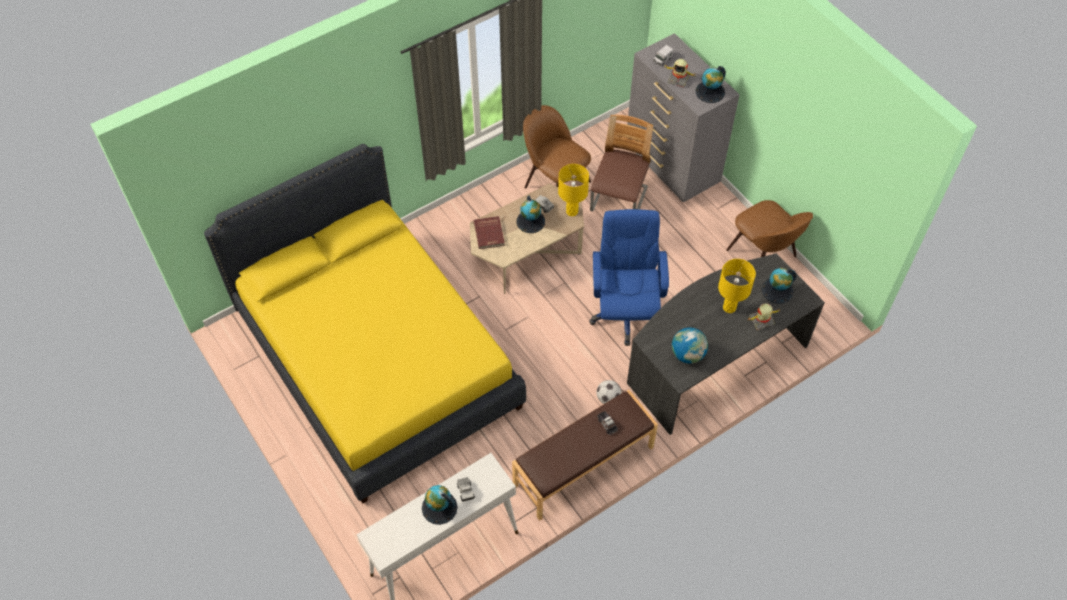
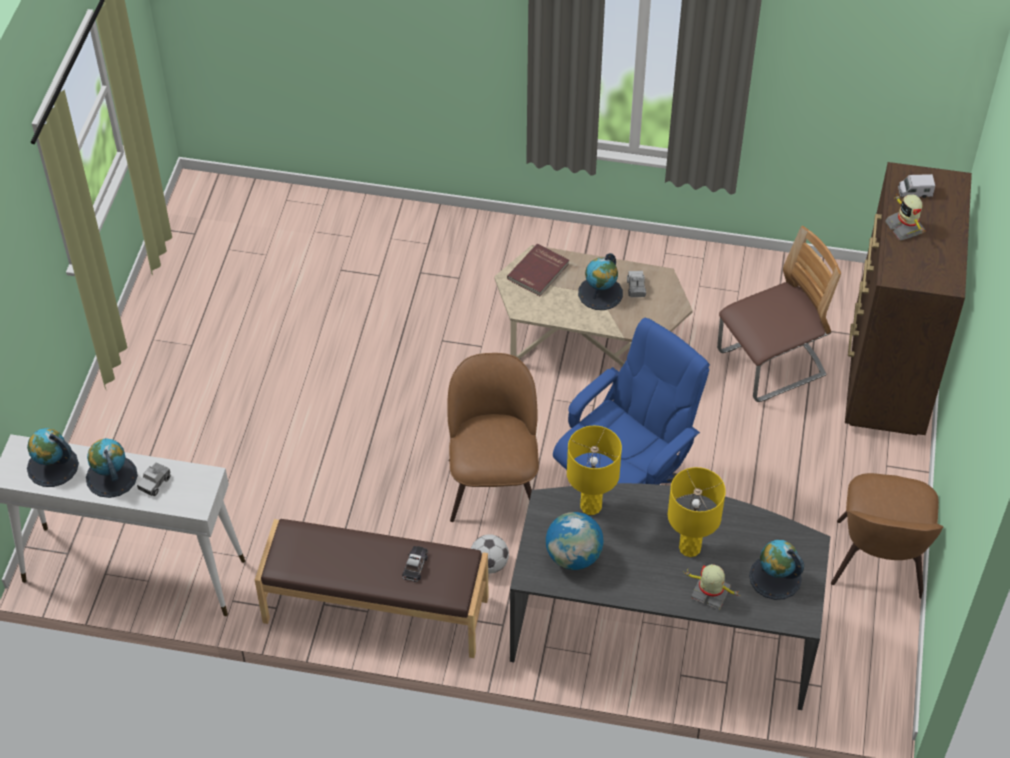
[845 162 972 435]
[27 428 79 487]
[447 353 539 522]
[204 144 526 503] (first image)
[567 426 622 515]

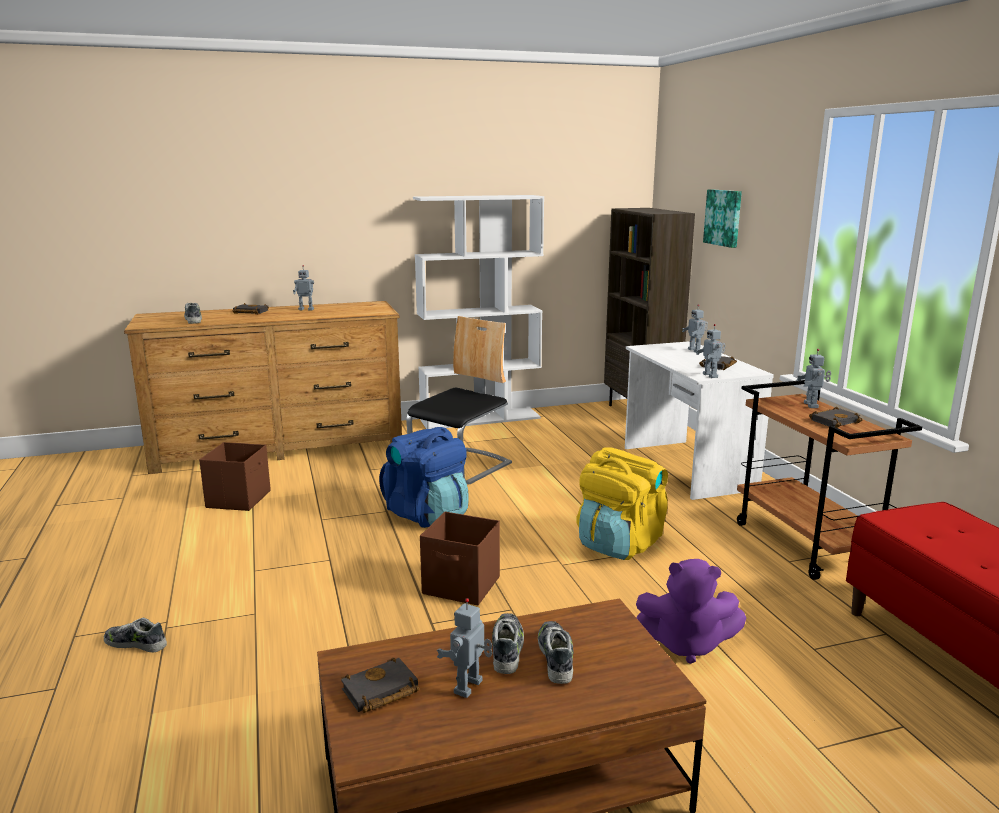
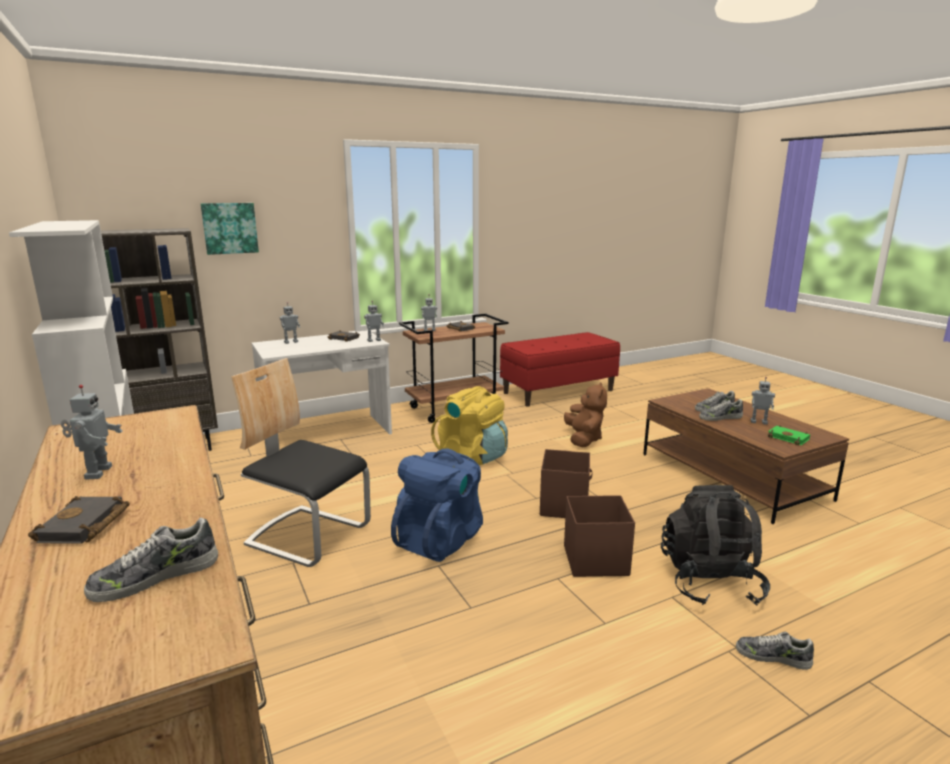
[564 495 635 577]
[564 382 607 447]
[736 632 814 670]
[768 425 810 446]
[661 485 770 606]

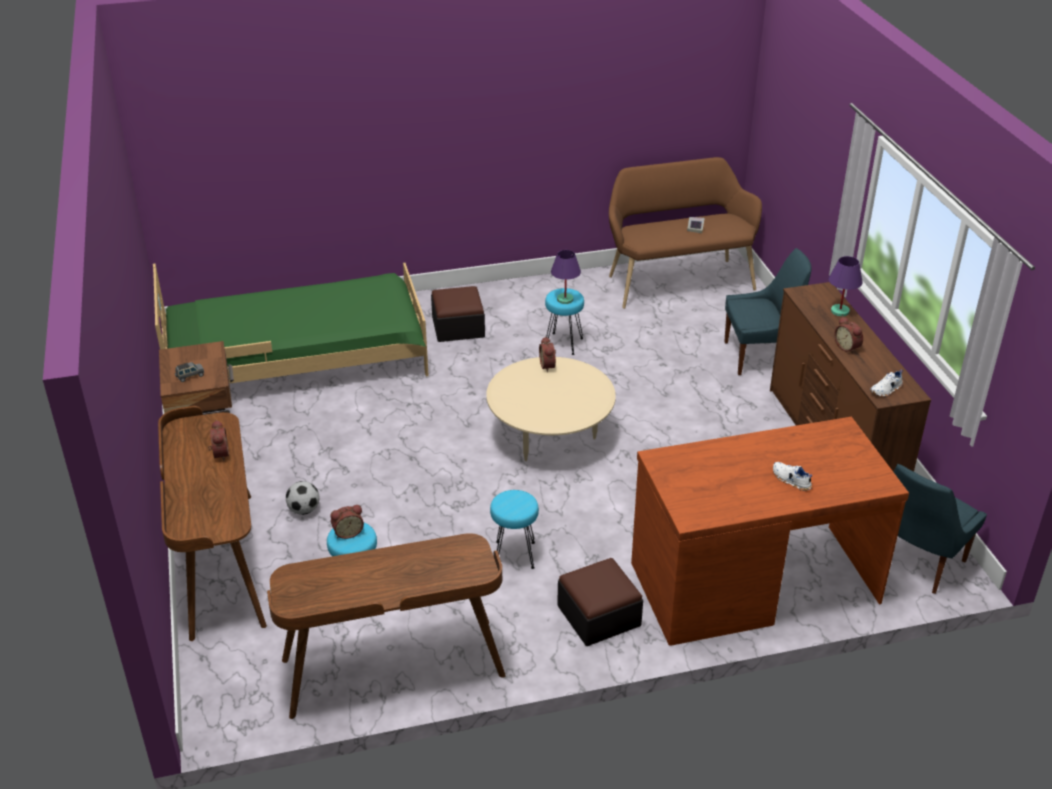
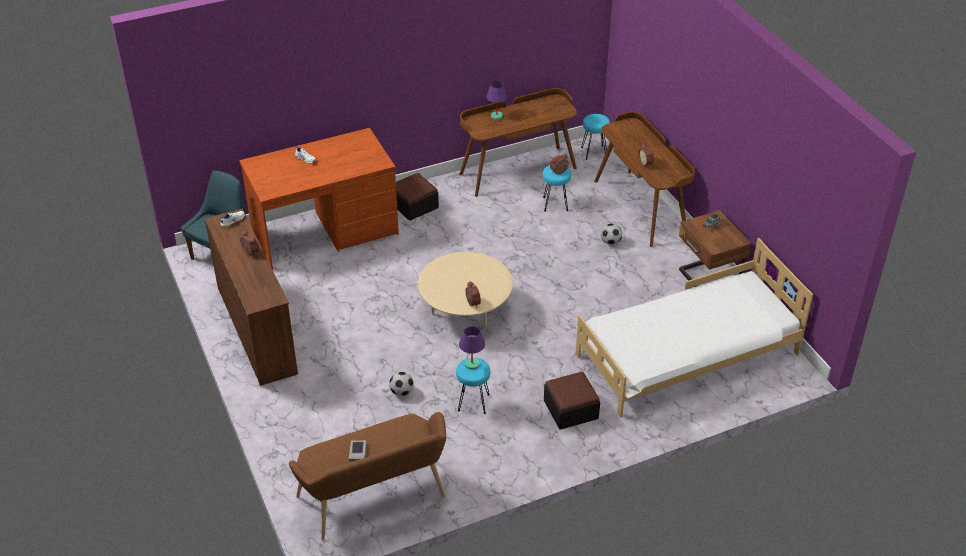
[724 248 811 375] (first image)
[486 81 508 120]
[576 238 813 418]
[581 114 610 160]
[389 372 414 396]

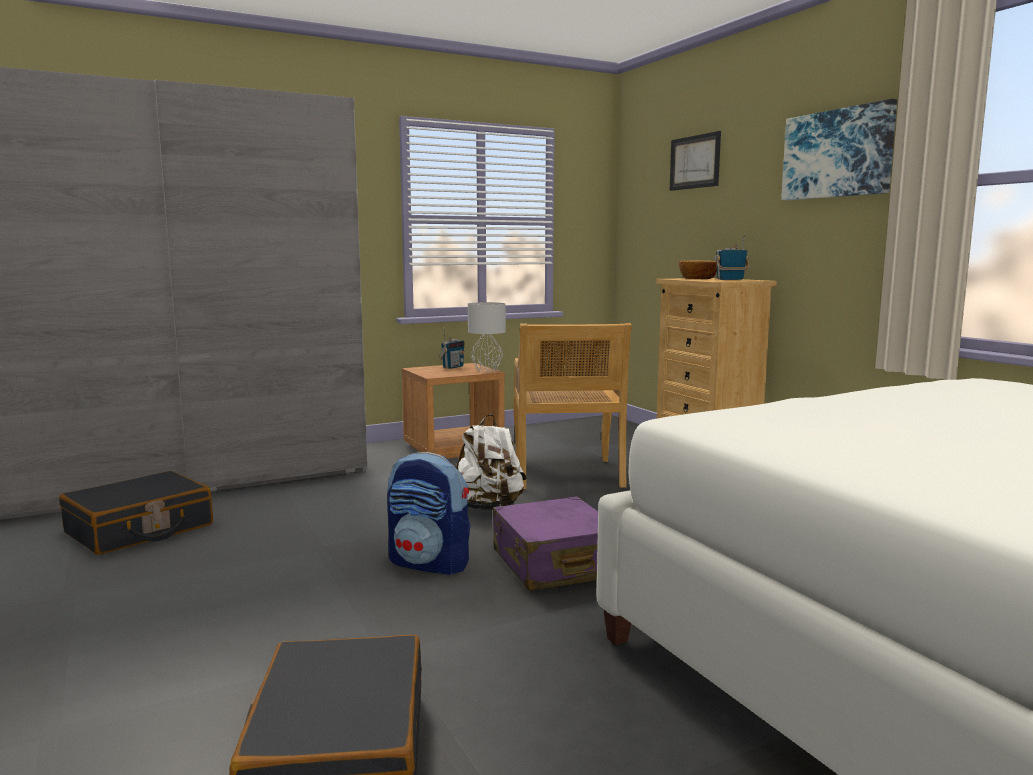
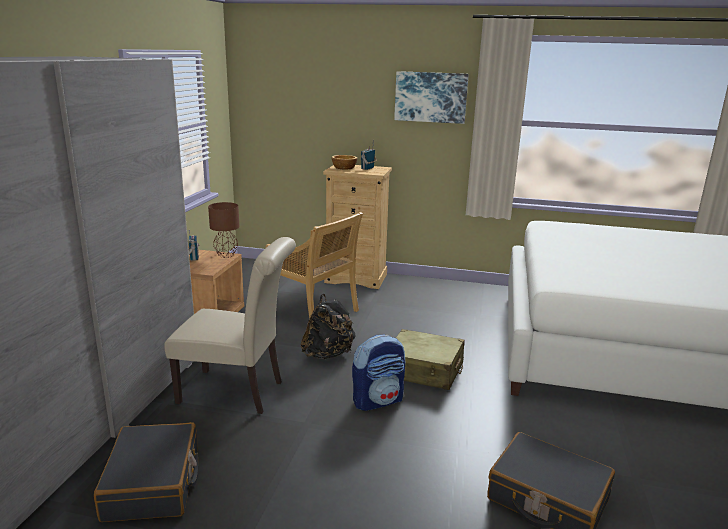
[670 131 721 191] (first image)
[208 202 240 258]
[301 294 356 359]
[396 329 465 390]
[164 237 296 414]

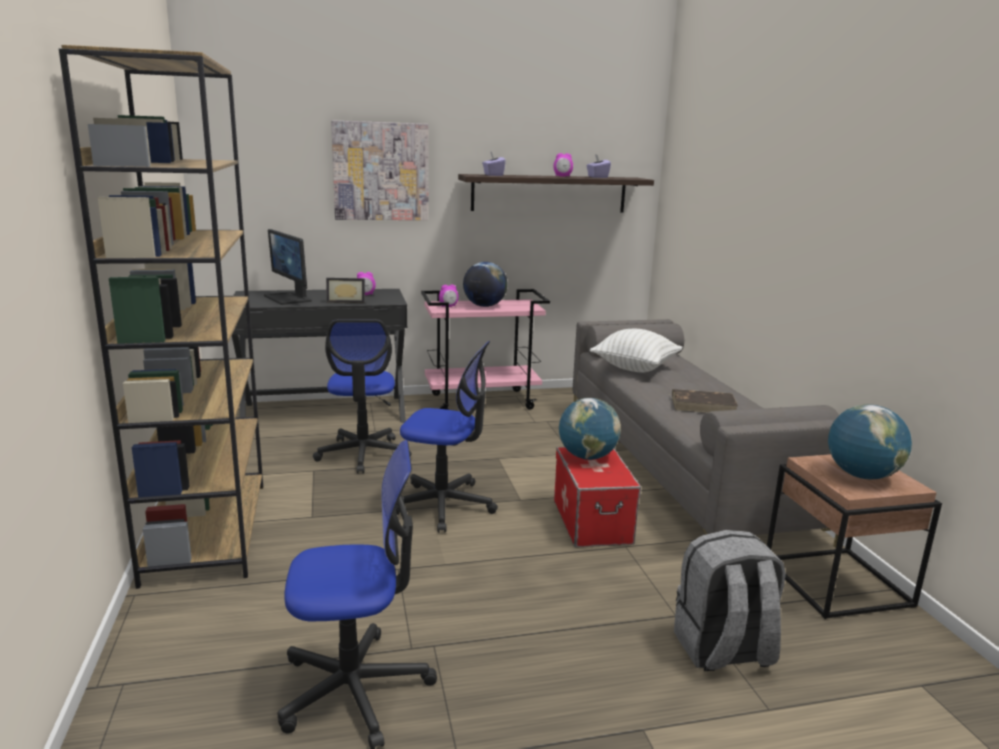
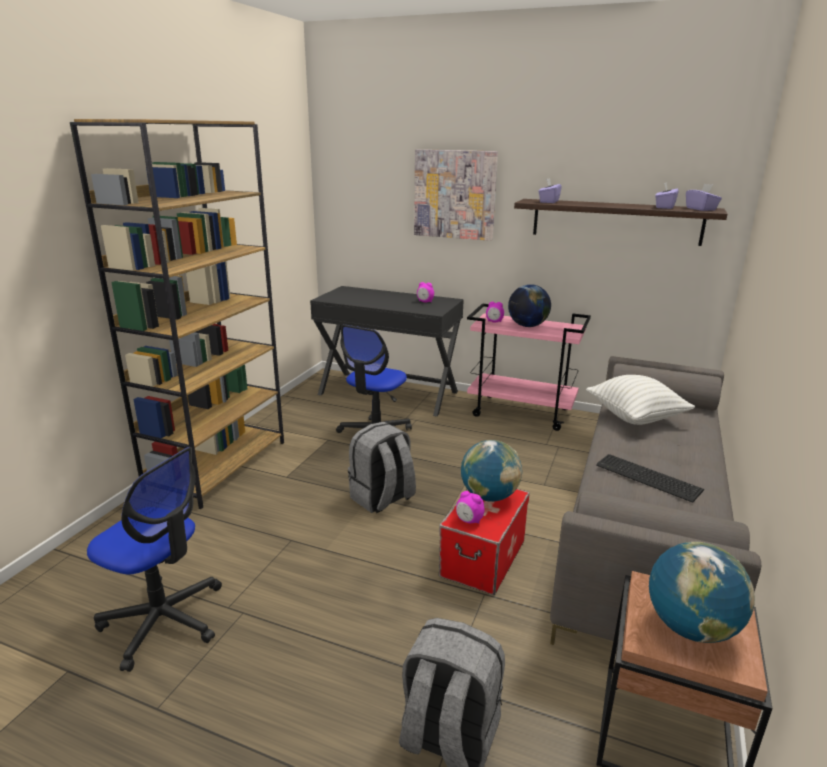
[456 491 485 524]
[264 229 312 305] (first image)
[326 278 365 303] (first image)
[348 422 416 513]
[596 454 704 503]
[686 184 722 211]

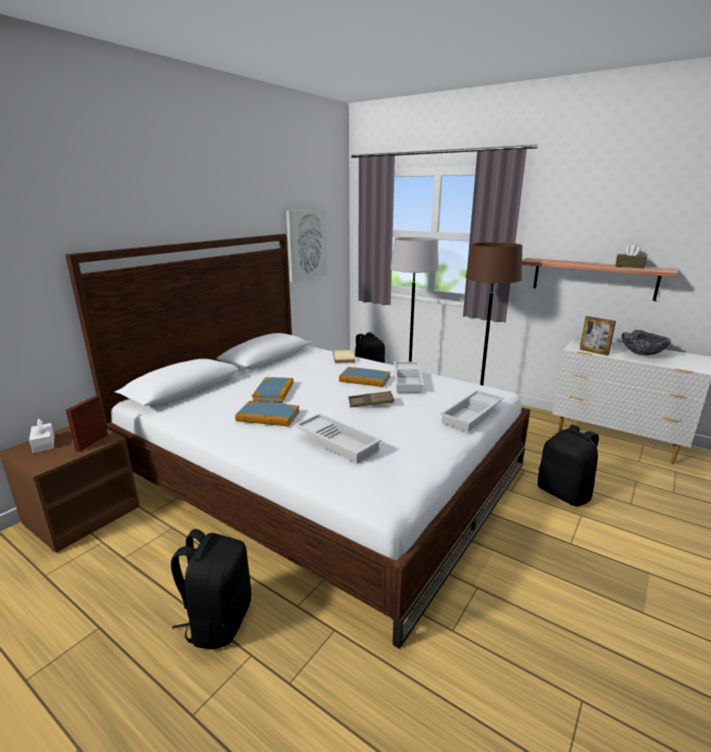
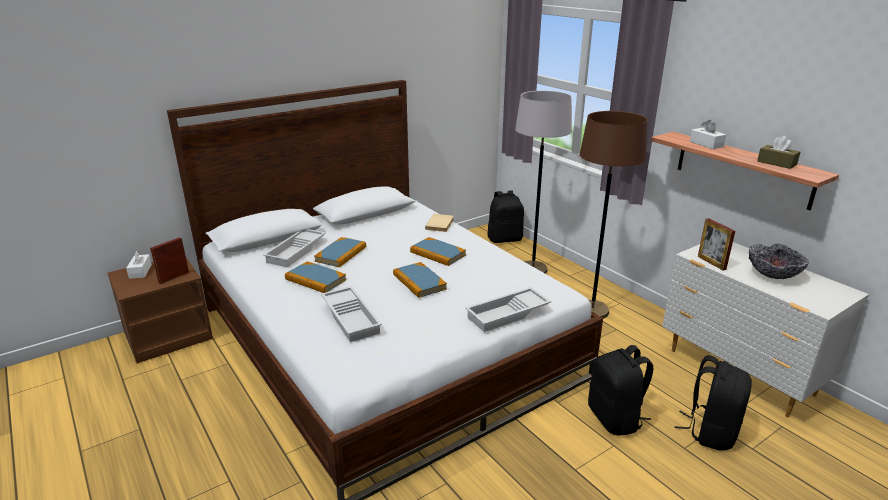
[286 209 328 282] (first image)
[263 229 326 267]
[393 262 447 298]
[675 355 752 451]
[690 120 726 149]

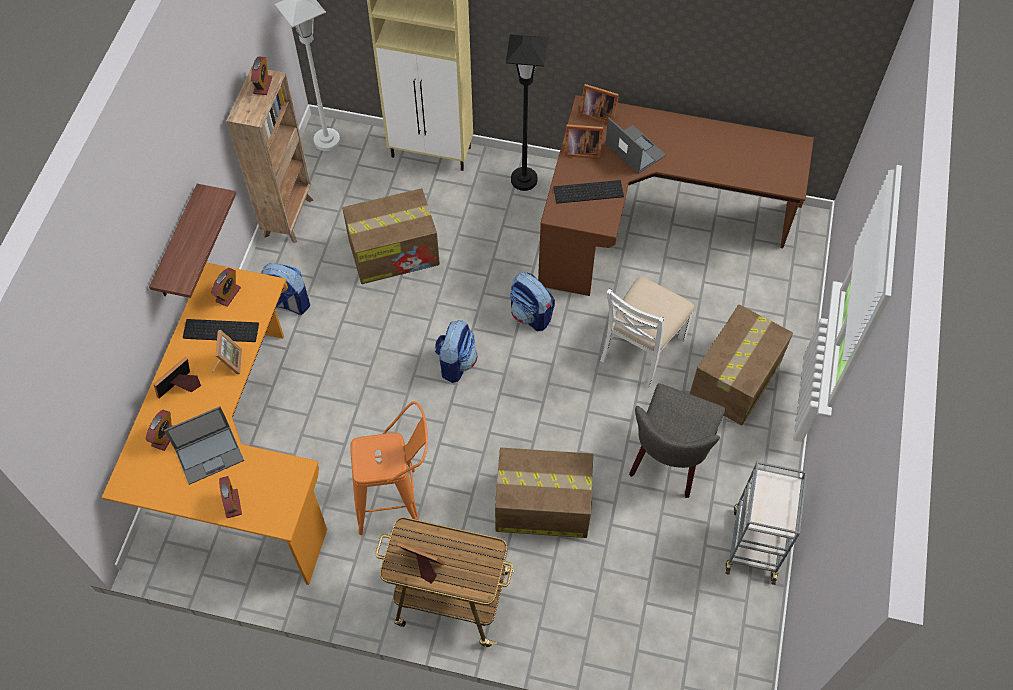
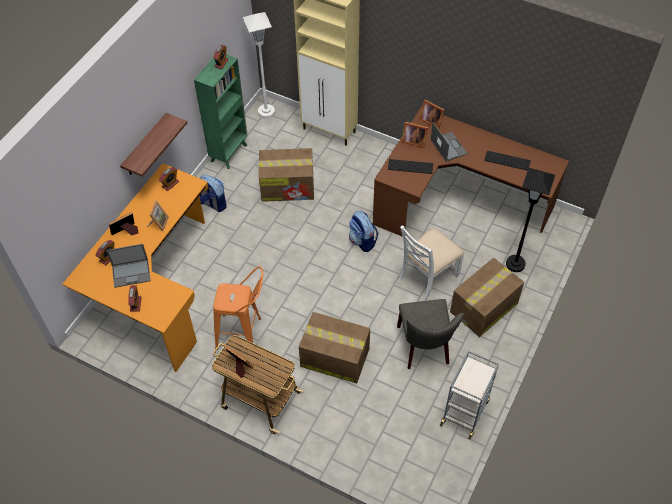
[506 168 555 272]
[194 54 248 169]
[484 151 531 171]
[435 320 477 383] (first image)
[397 299 464 369]

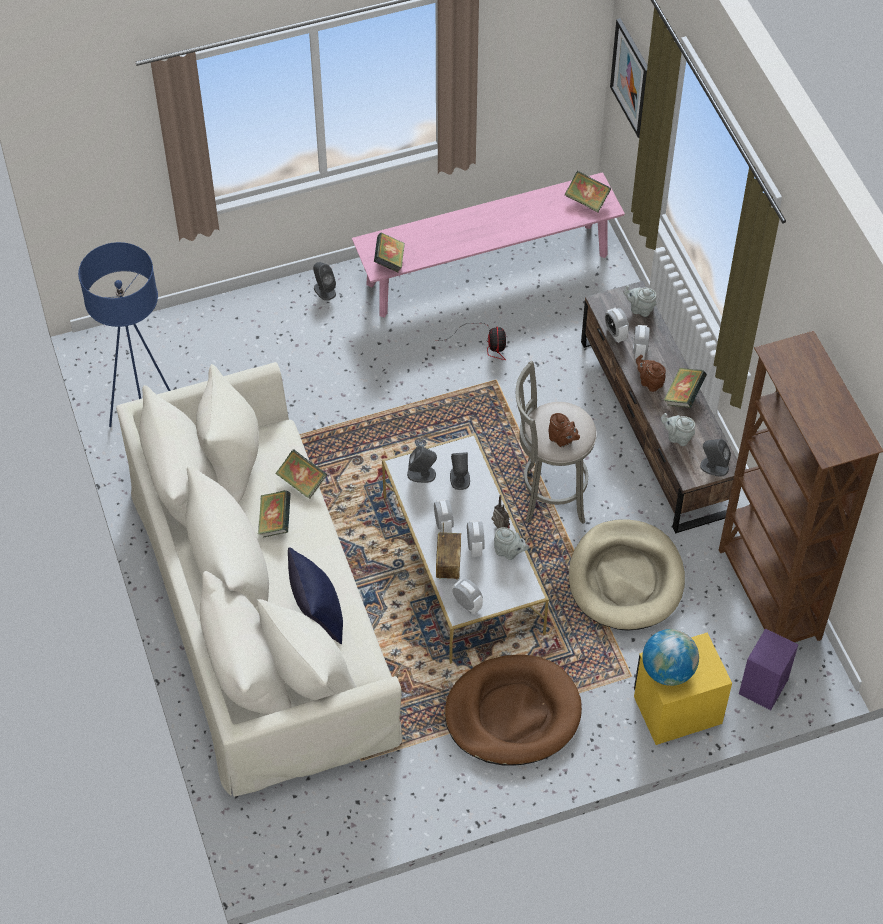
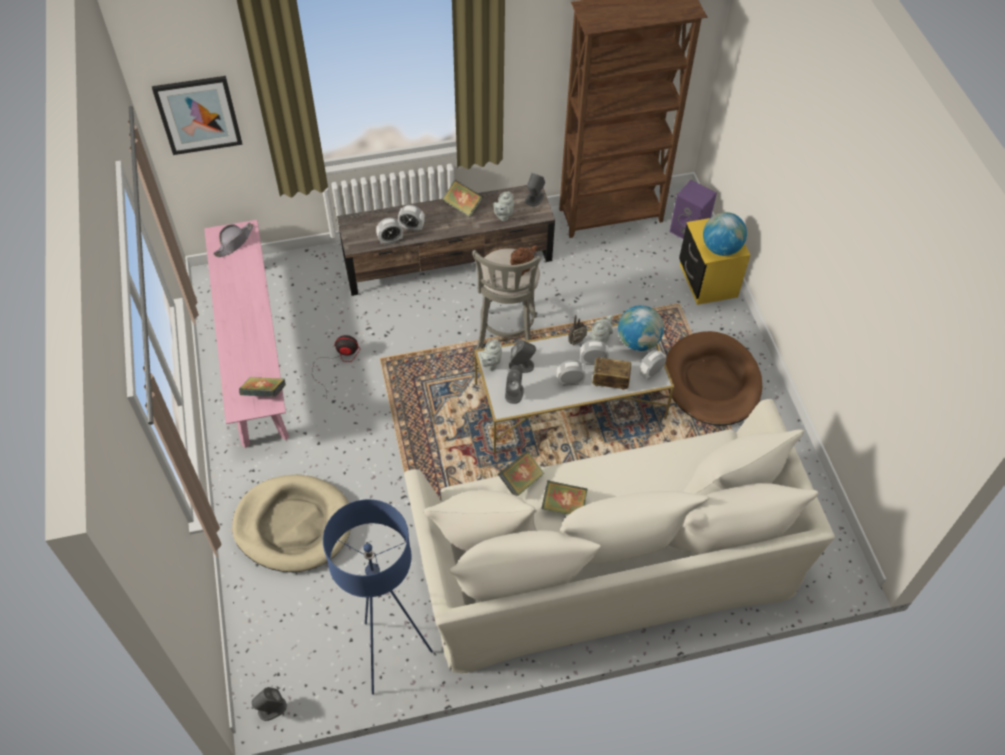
[213 223 254 257]
[252 687 287 721]
[480 339 502 371]
[636 355 666 392] (first image)
[232 474 351 572]
[288 547 343 644] (first image)
[618 305 664 351]

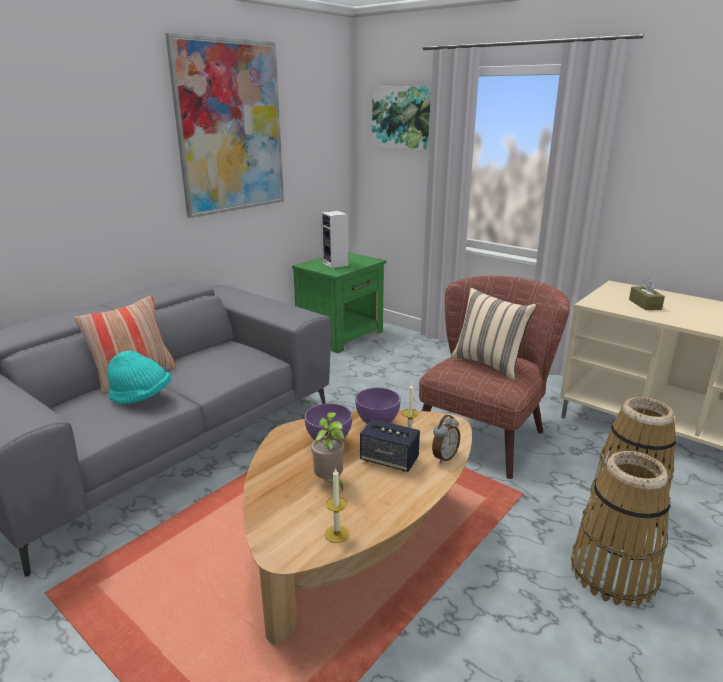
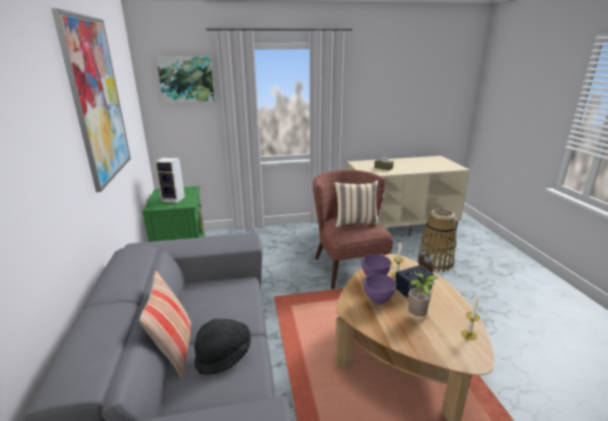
[194 319 251 375]
[571 451 670 607] (first image)

